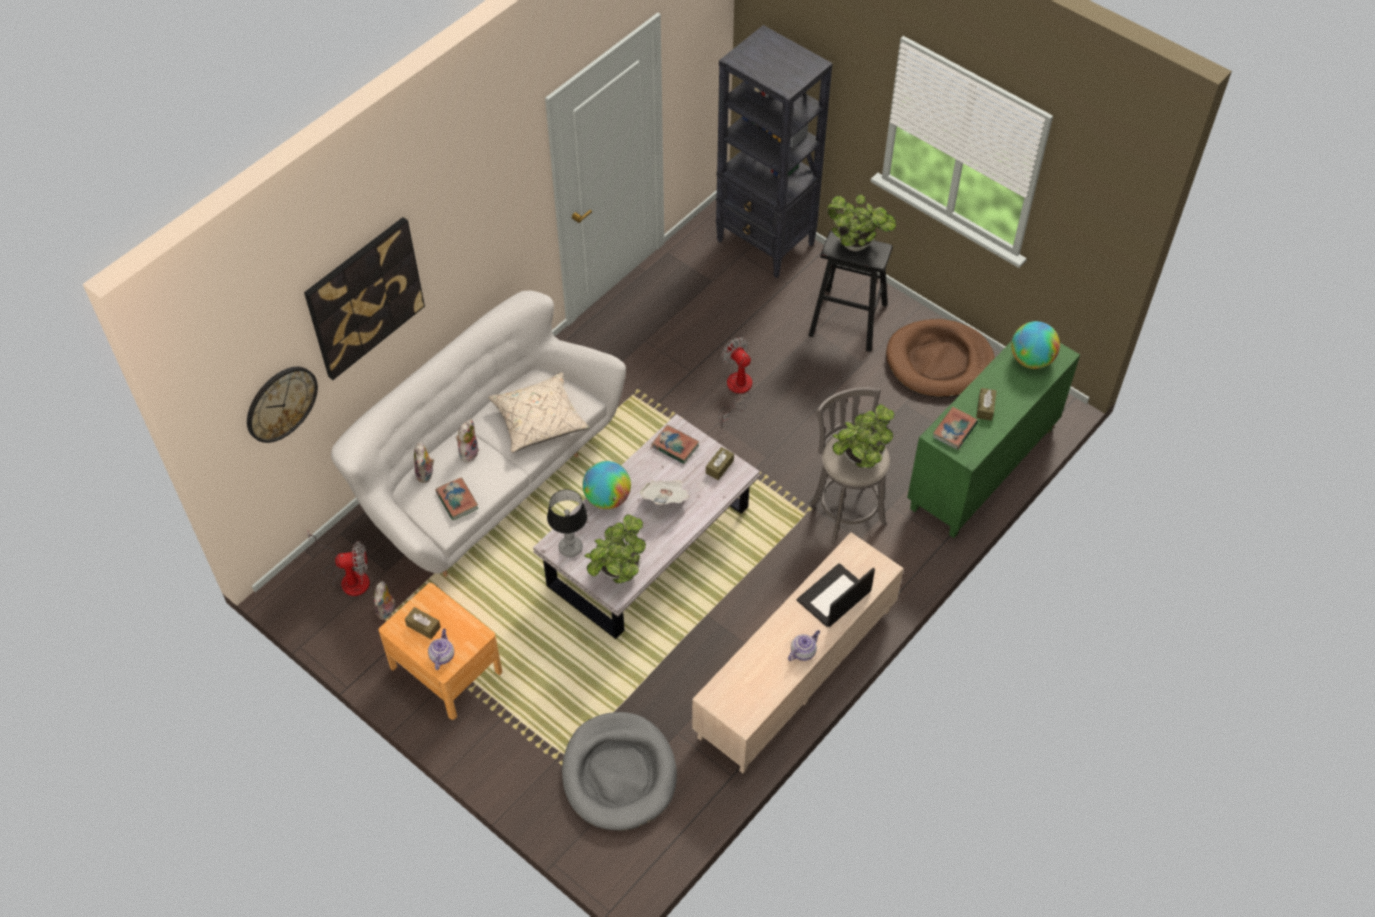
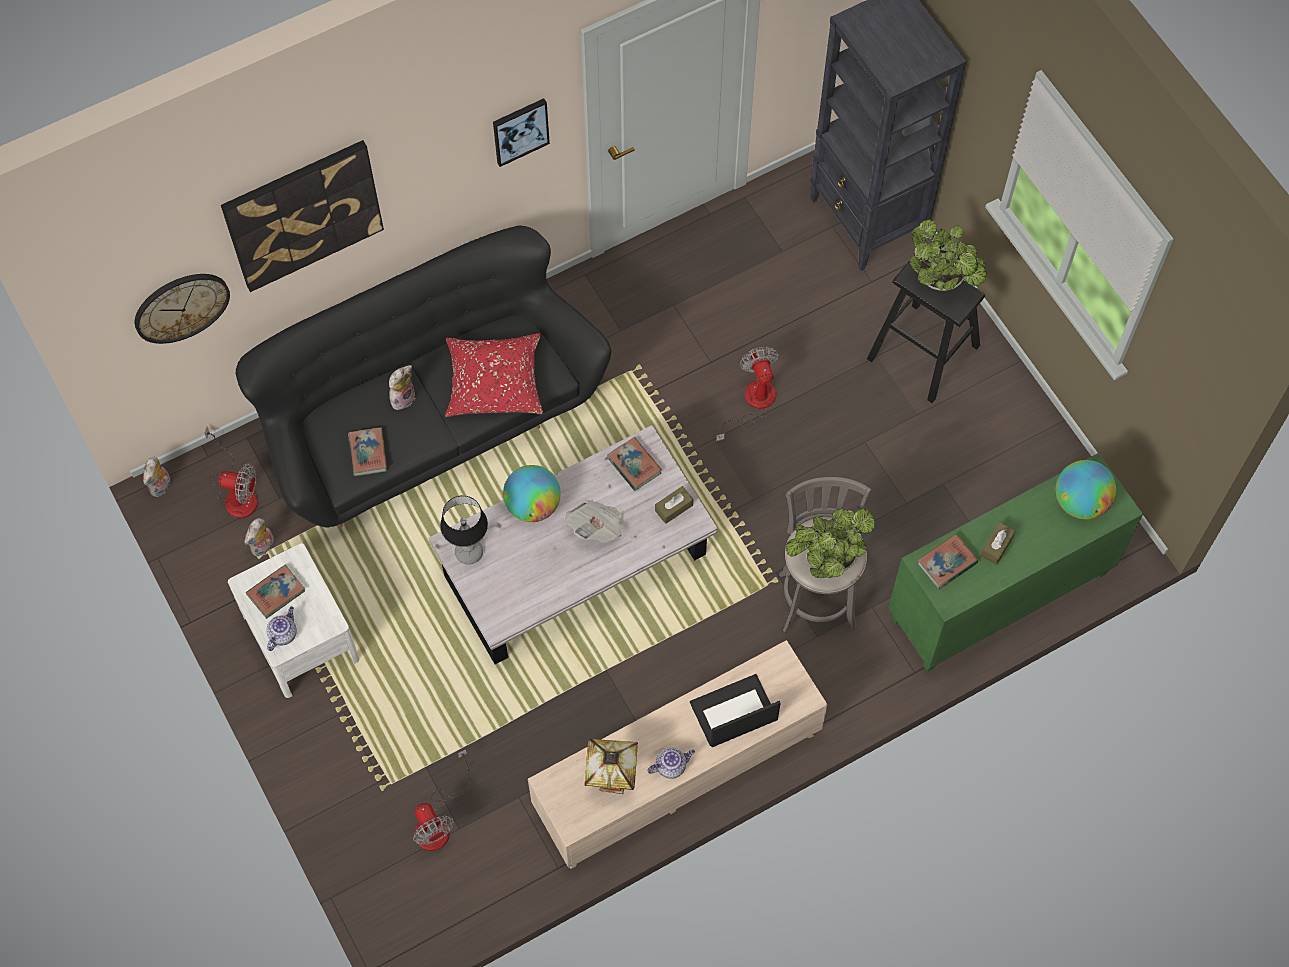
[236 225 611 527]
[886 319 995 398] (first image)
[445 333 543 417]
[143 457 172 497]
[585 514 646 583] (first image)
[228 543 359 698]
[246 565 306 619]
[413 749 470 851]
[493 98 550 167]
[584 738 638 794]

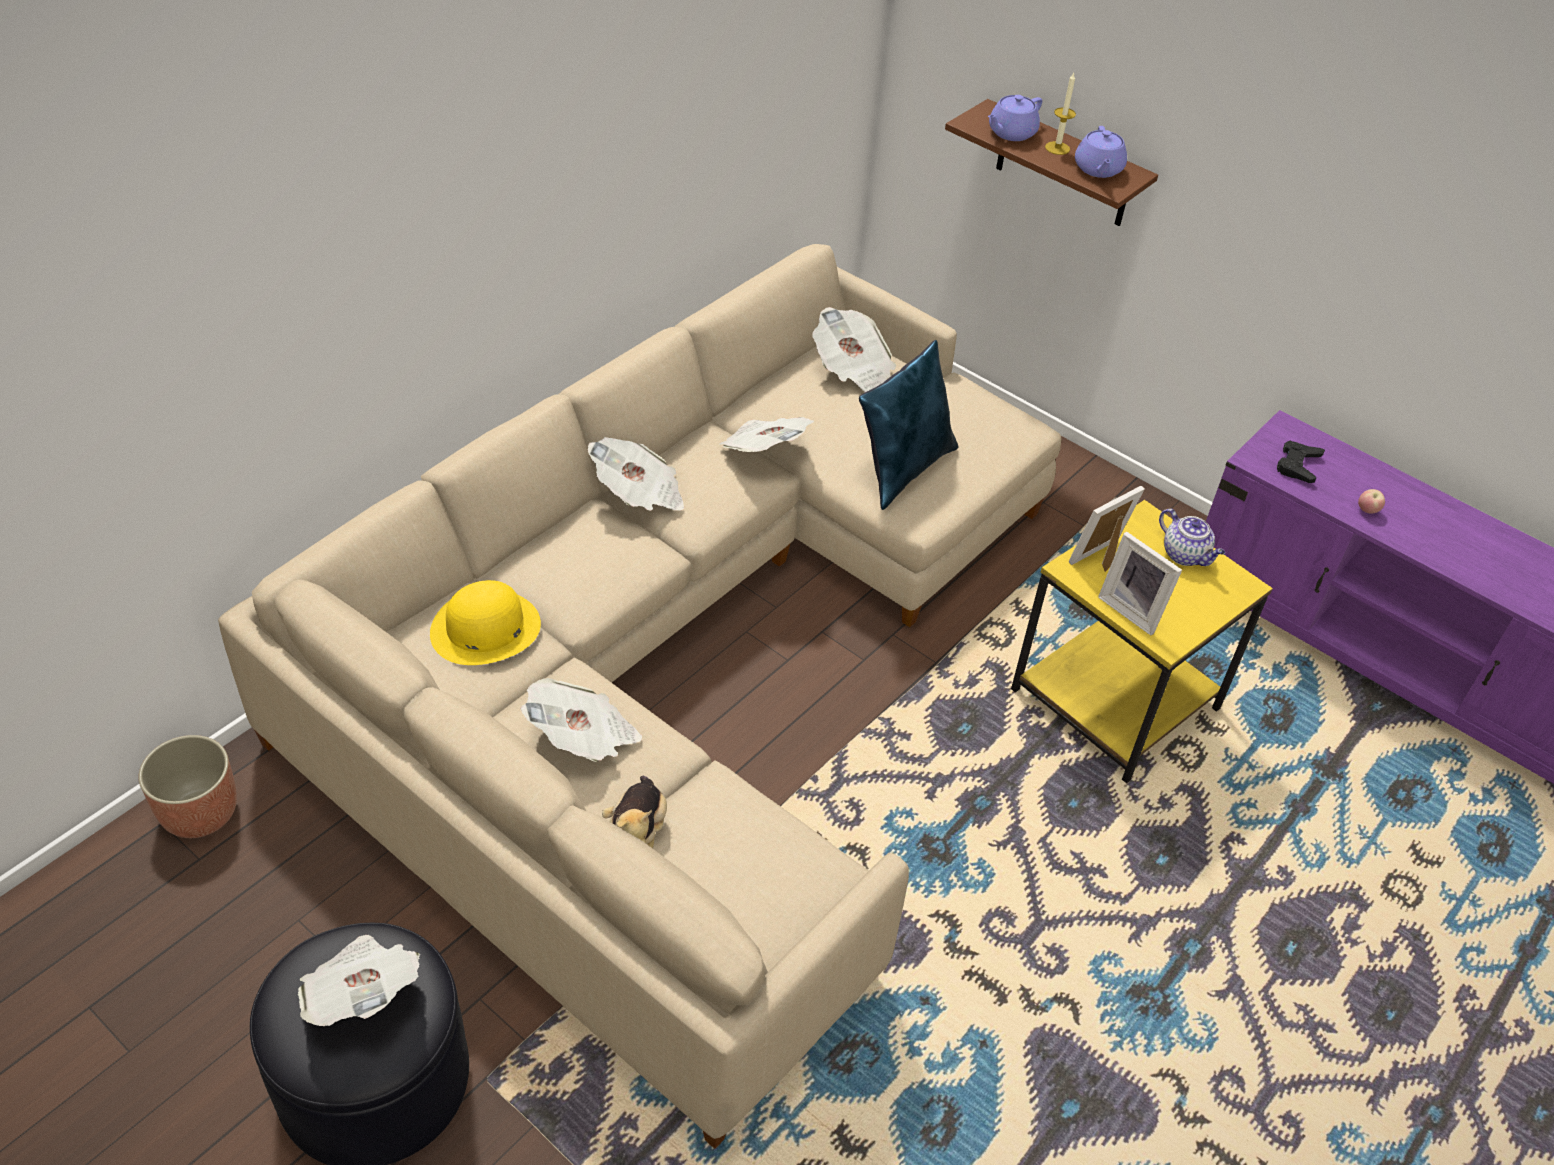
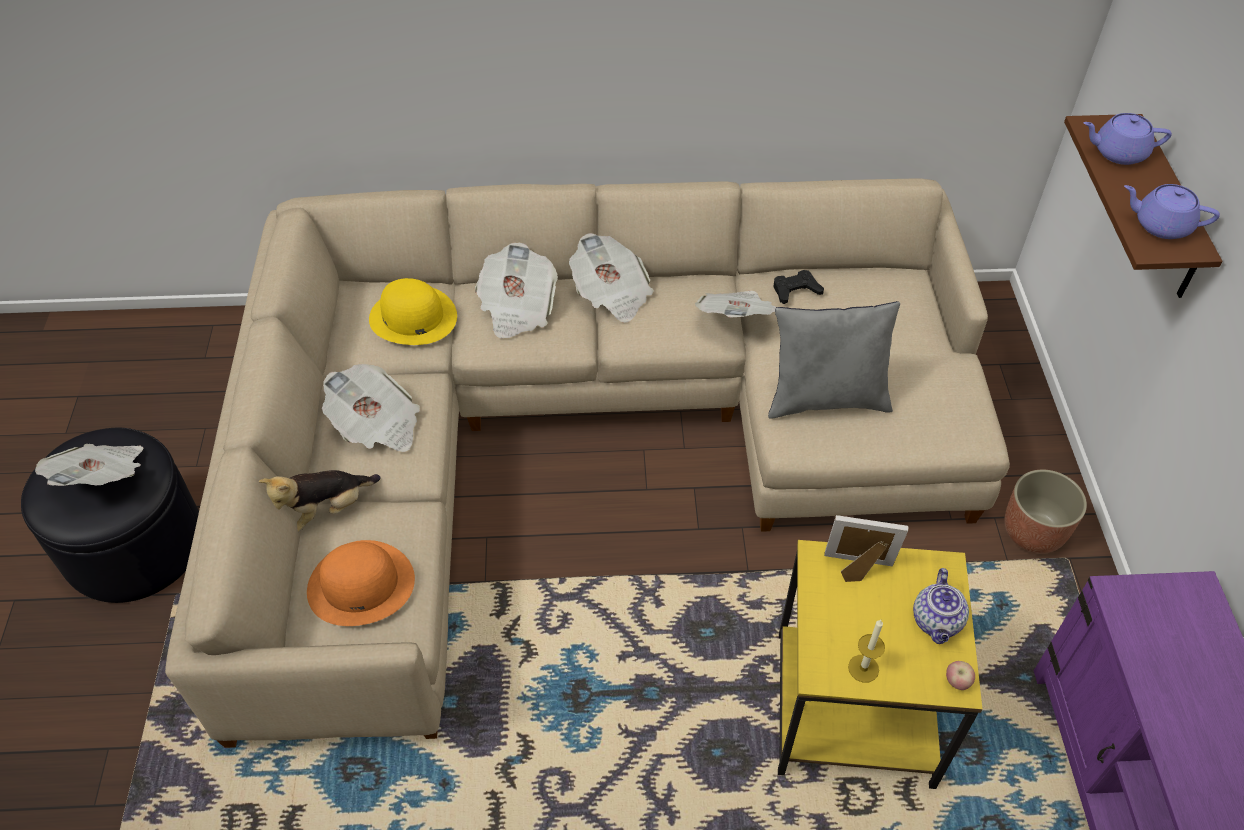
[848 620 885 683]
[1124 184 1220 239]
[475 243 558 339]
[768 301 900 419]
[773 270 824 304]
[946 661 975 690]
[1098 532 1182 636] (first image)
[1004 470 1087 554]
[307 540 415 626]

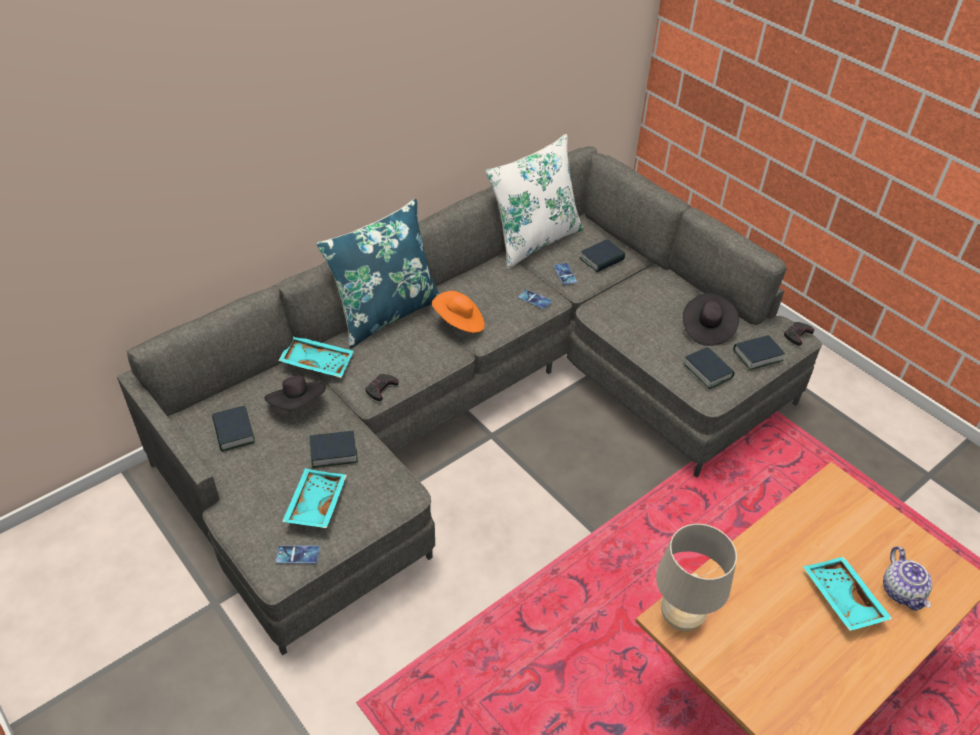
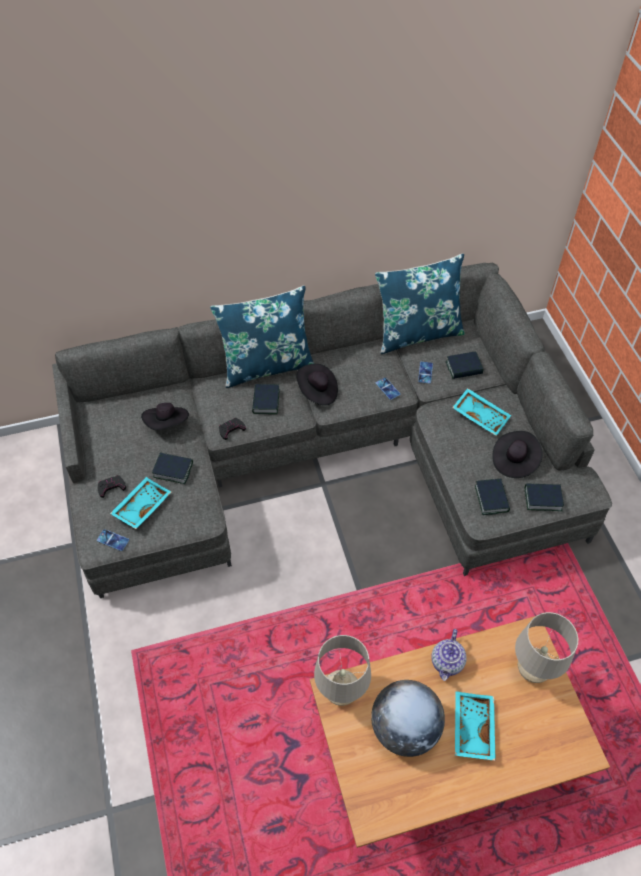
[375 253 465 354]
[296 364 338 405]
[98 475 126 498]
[452 388 512 436]
[252 384 280 414]
[431 629 467 681]
[515 612 578 683]
[371 680 445 757]

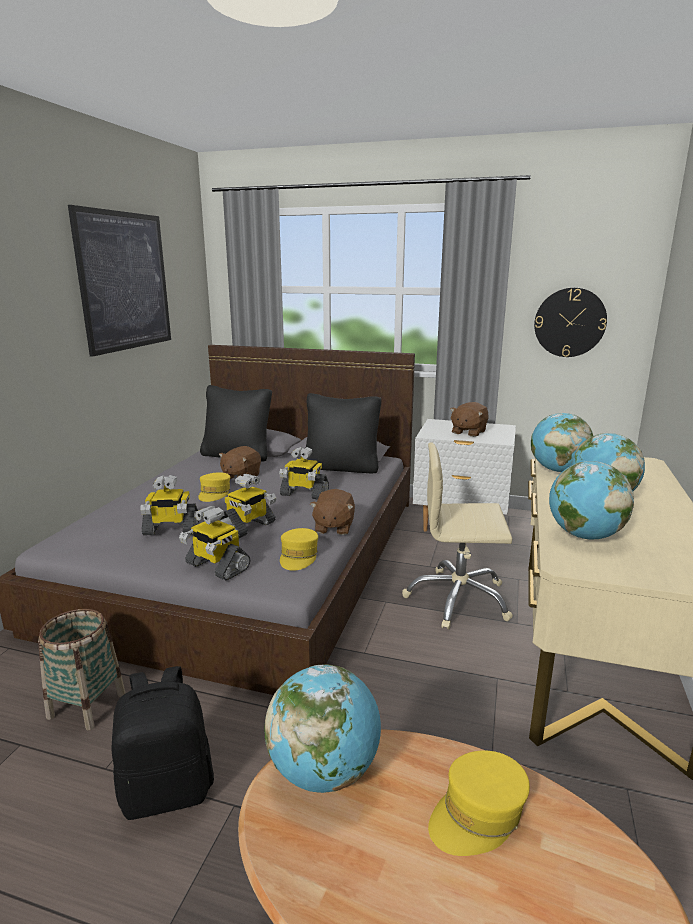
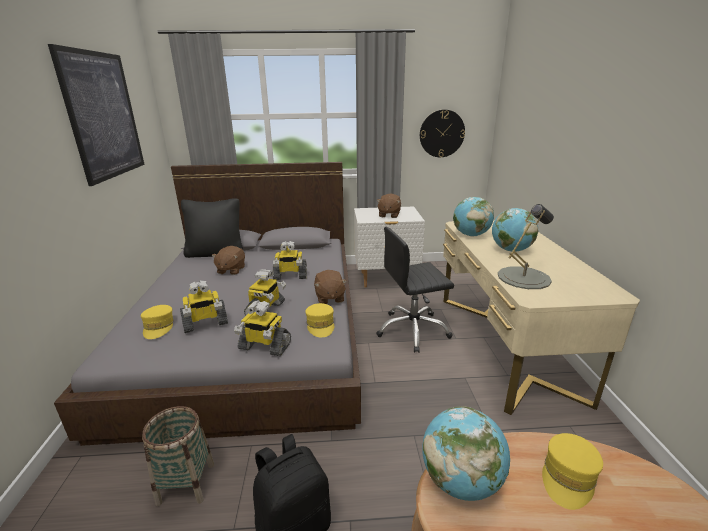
[306 393 381 474] (first image)
[376 227 454 353]
[498 204 554 289]
[141 305 174 339]

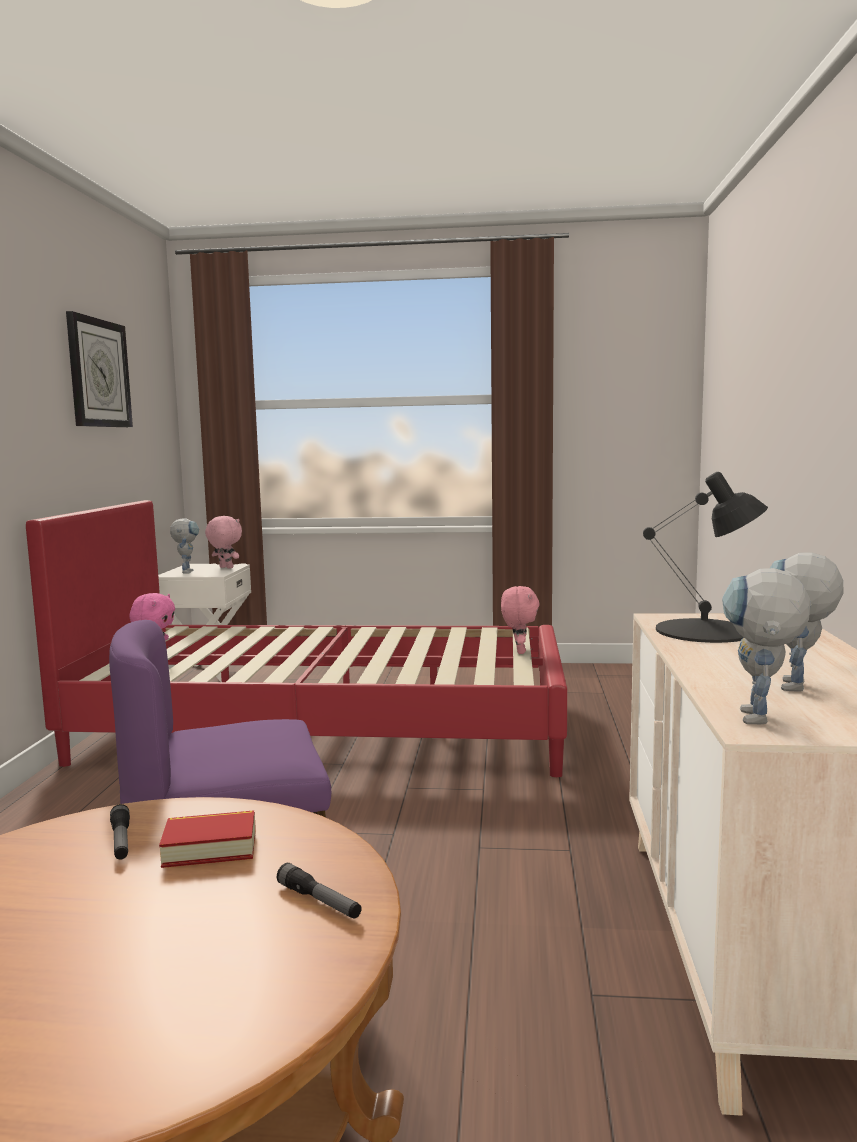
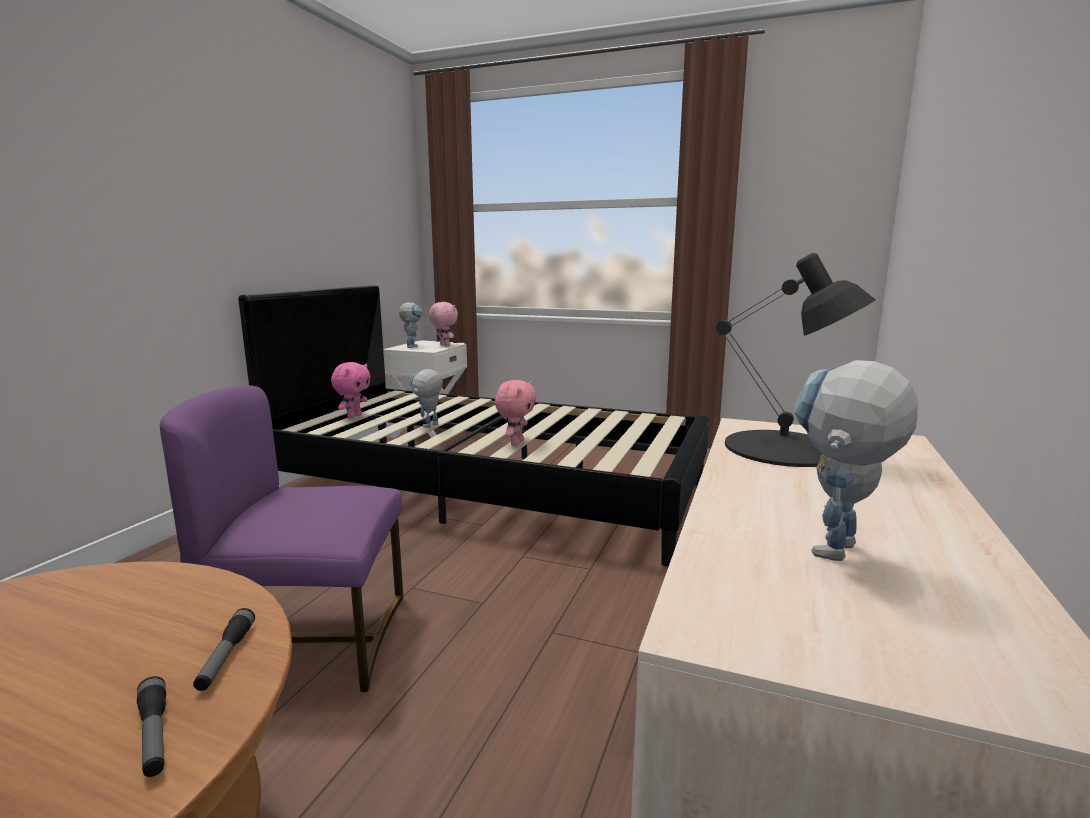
[66 311 133 427] (first image)
[238 285 709 567]
[410 369 443 428]
[495 380 537 446]
[193 608 255 691]
[159 810 255 868] (first image)

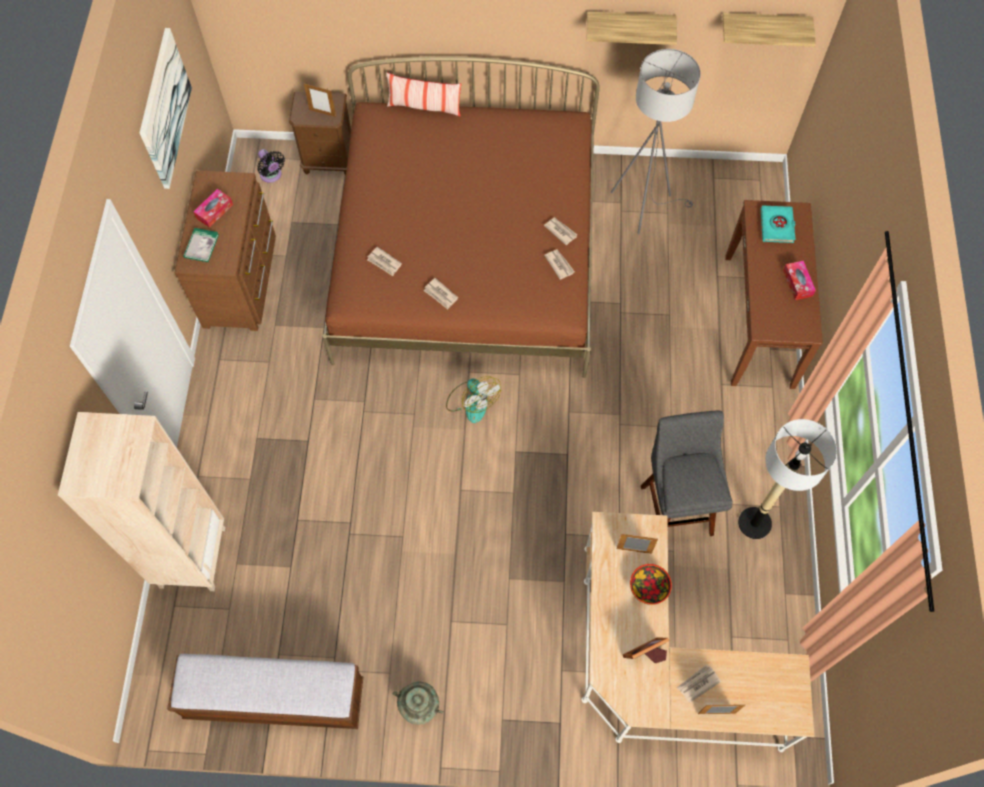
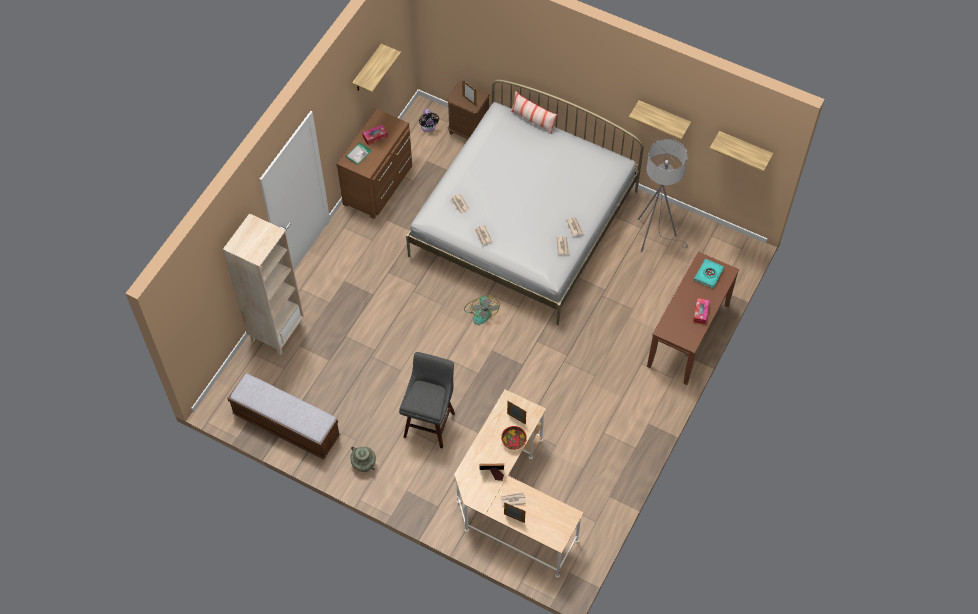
[352 44 401 93]
[406 79 644 325]
[399 352 455 449]
[738 419 837 539] (first image)

